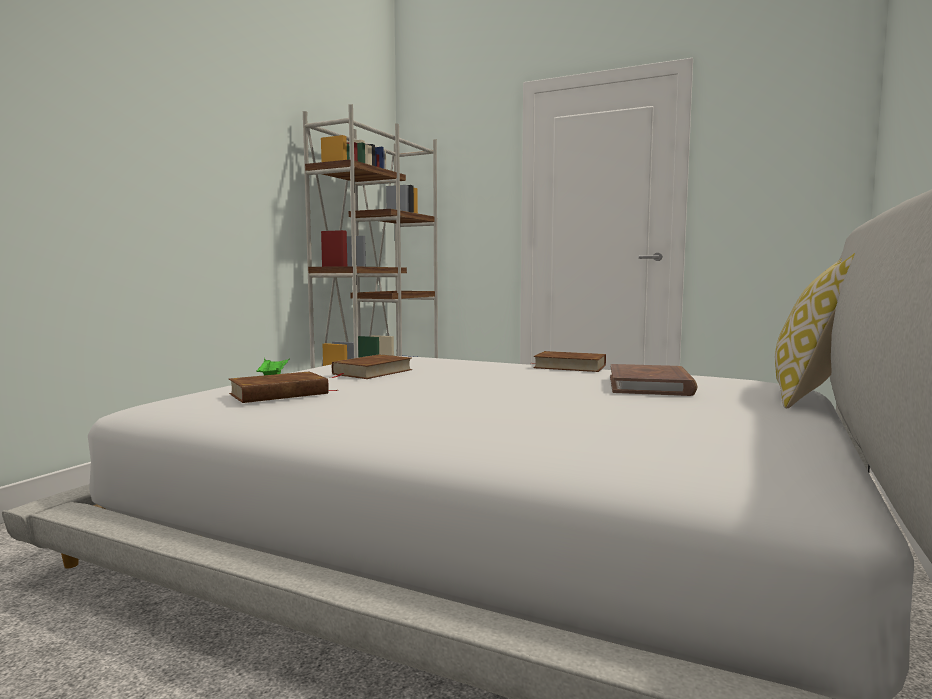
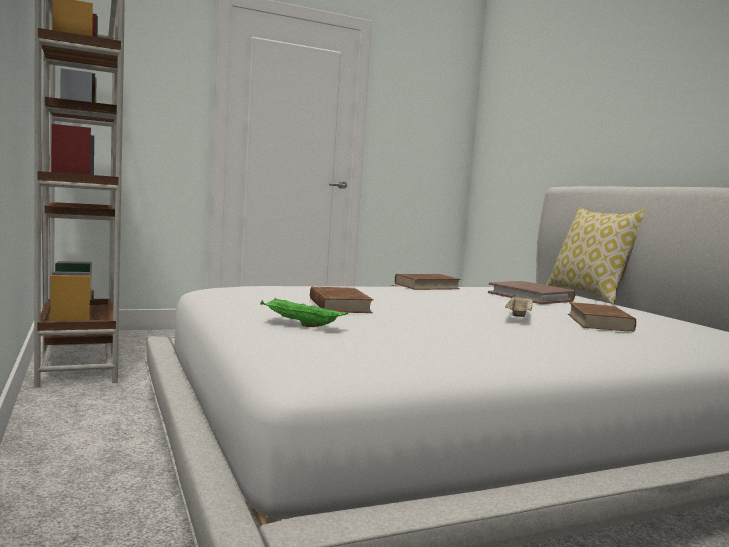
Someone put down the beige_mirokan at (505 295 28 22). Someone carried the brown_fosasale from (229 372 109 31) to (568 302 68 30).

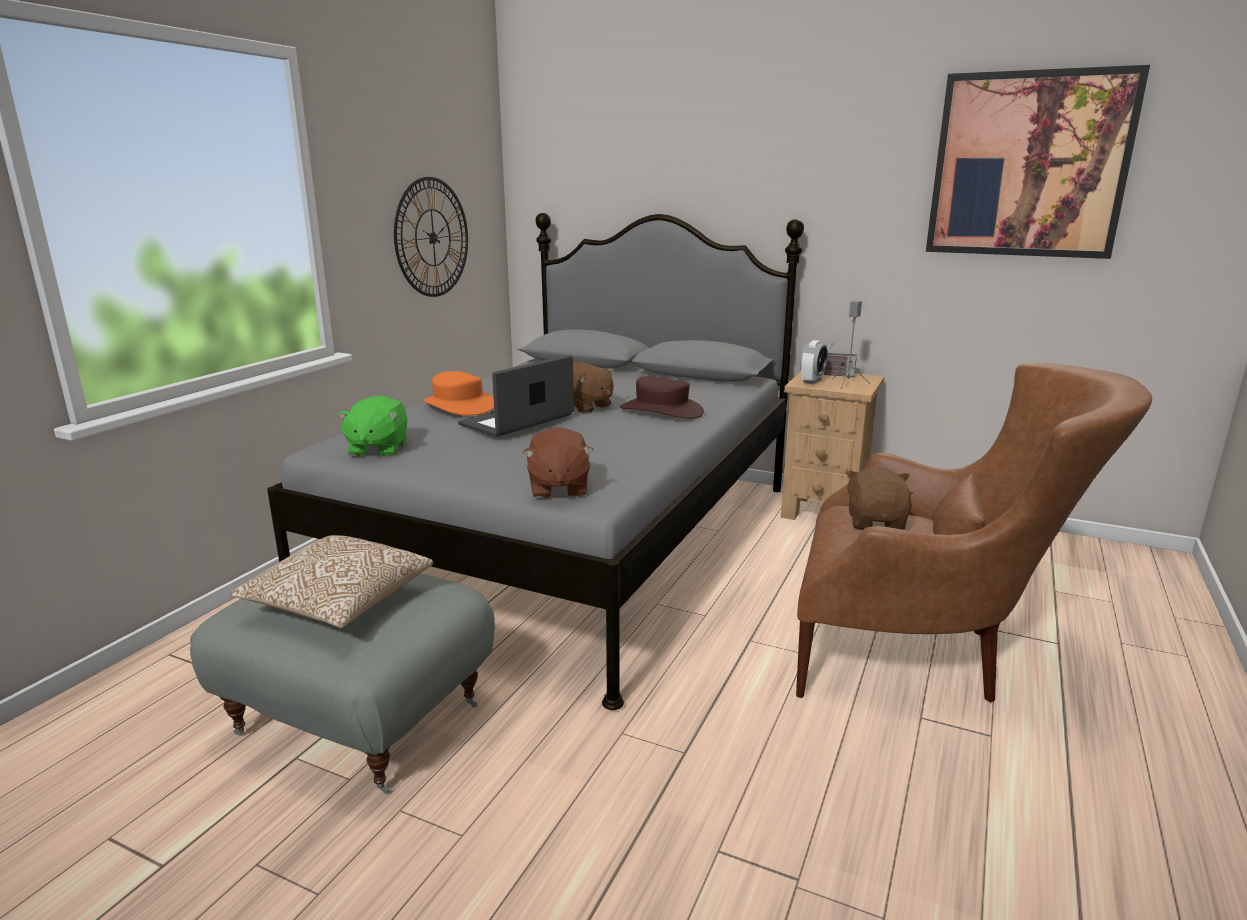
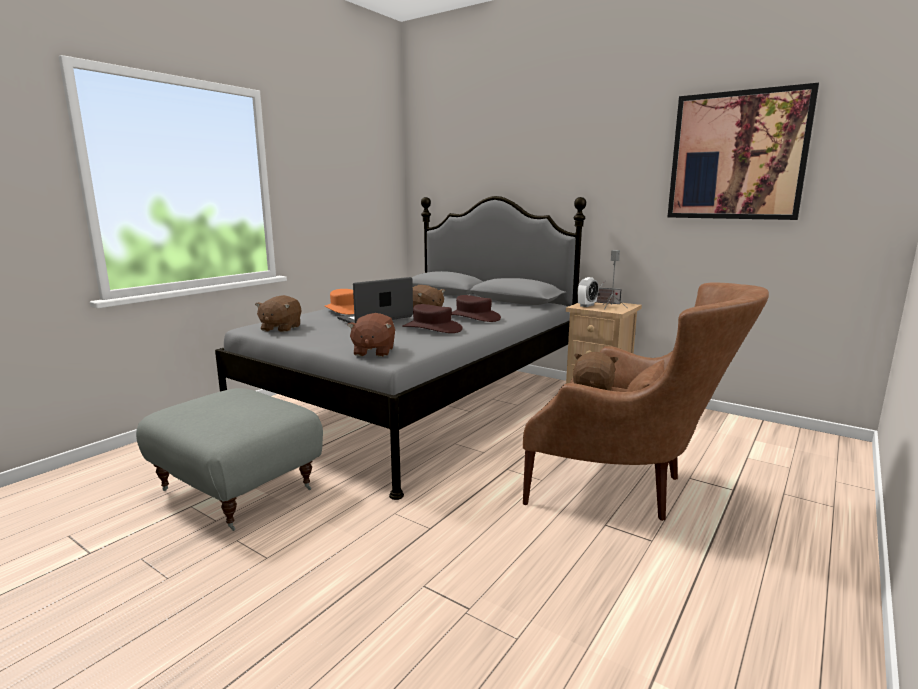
Someone repainted the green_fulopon at (337 395 71 62), which became the brown_fulopon at (255 295 46 37). Someone put down the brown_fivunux at (402 304 61 29). Someone took away the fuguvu at (230 535 203 93). Someone took away the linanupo at (394 177 74 120).

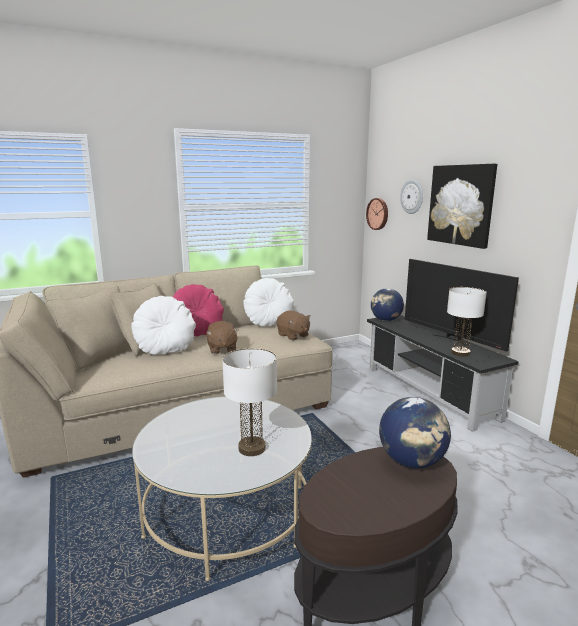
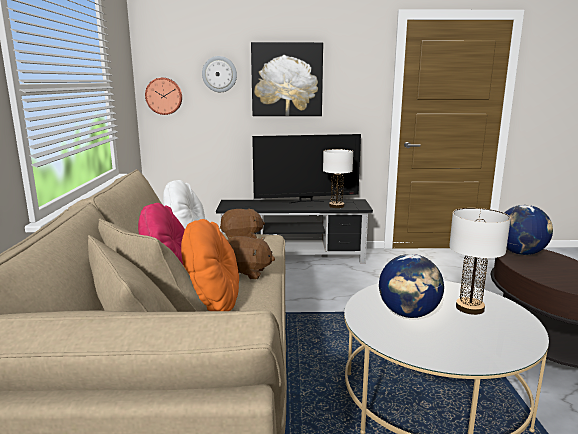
Someone repainted the white_fuguvu at (131 296 65 59), which became the orange_fuguvu at (181 219 58 92). Someone carried the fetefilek from (371 288 33 33) to (379 254 65 64).

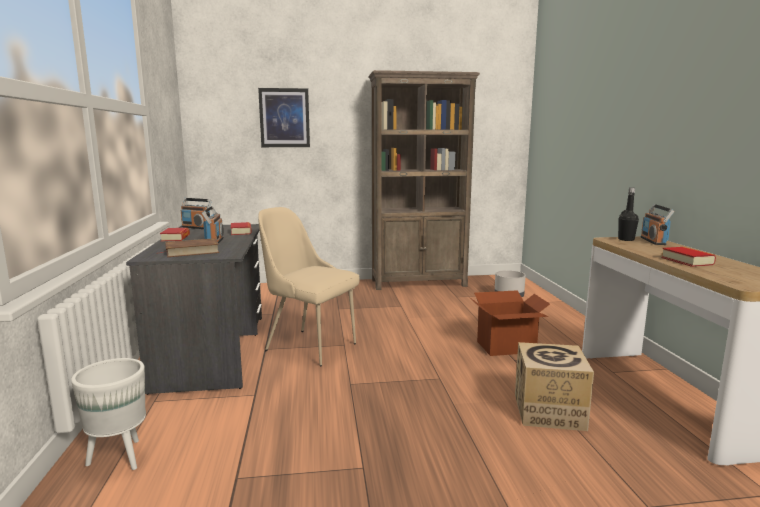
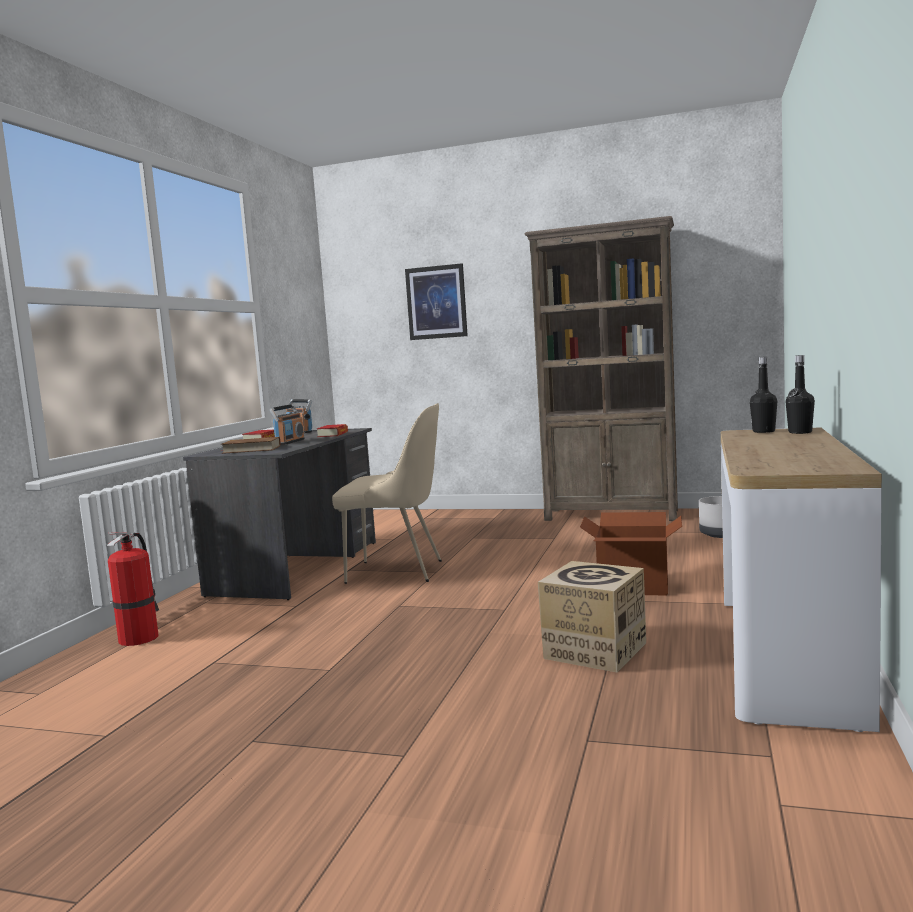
Someone swapped the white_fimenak at (71 358 75 112) for the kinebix at (107 532 52 114). Someone rotated the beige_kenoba at (258 207 102 160) by 135 degrees clockwise. Someone swapped the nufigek at (641 204 33 41) for the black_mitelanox at (786 355 29 79). Someone took away the fosasale at (661 247 55 20).

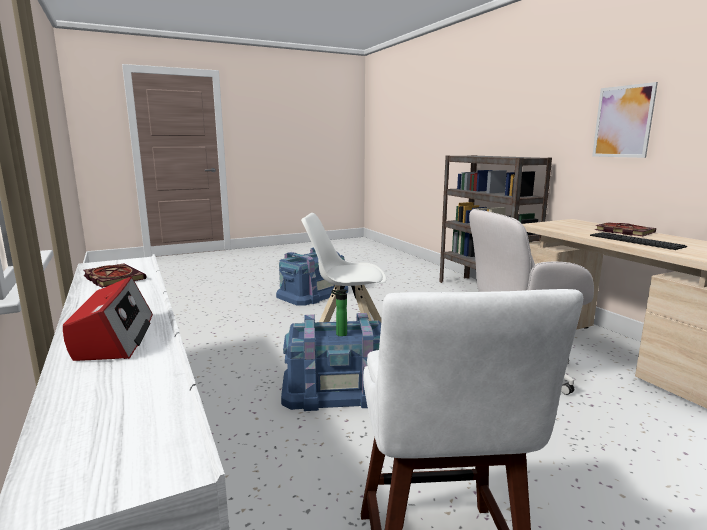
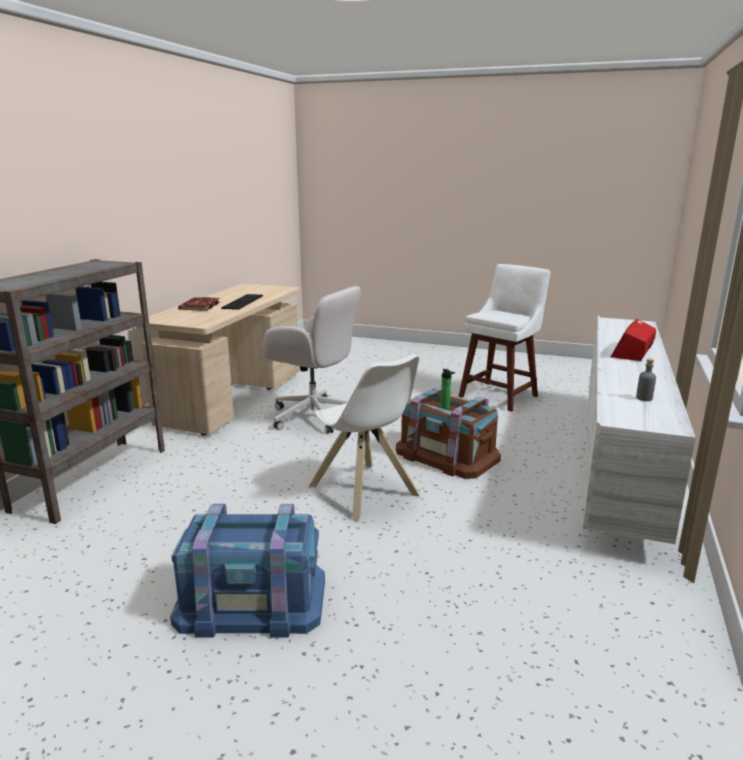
Someone repainted the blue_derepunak at (281 313 100 98), which became the brown_derepunak at (396 386 105 93). Someone swapped the fosasale at (83 263 64 25) for the grey_mitelanox at (636 359 20 42). Someone took away the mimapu at (592 82 66 76).

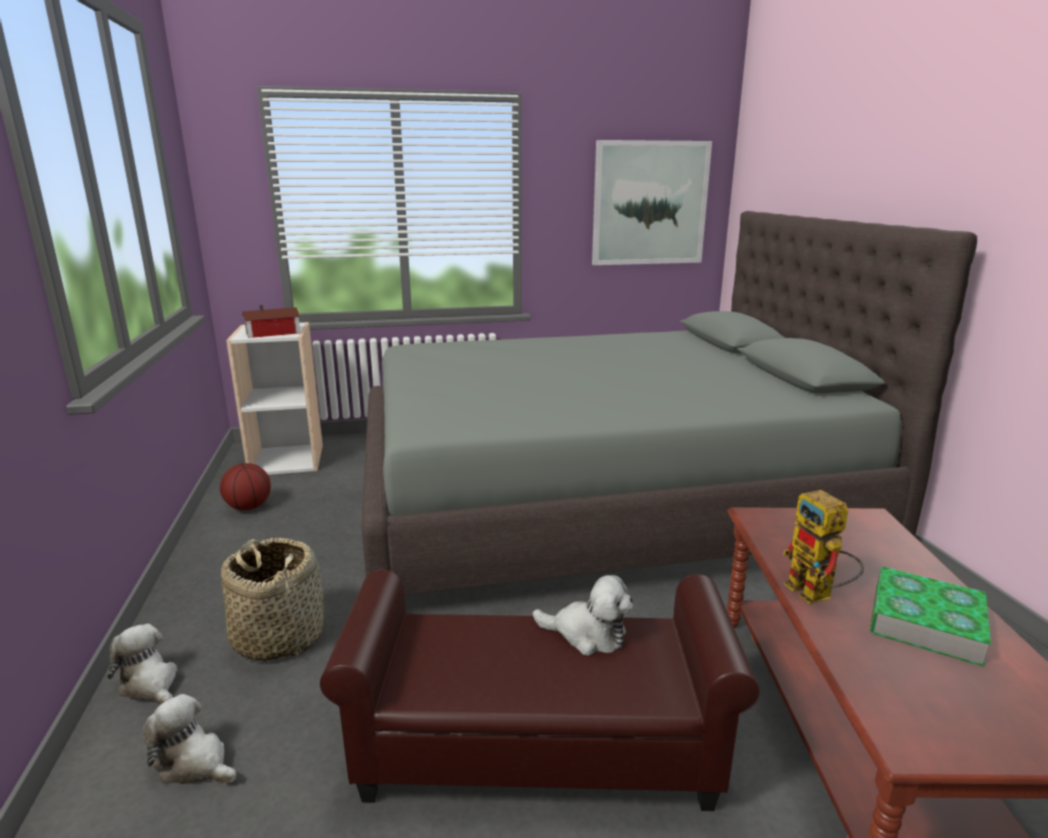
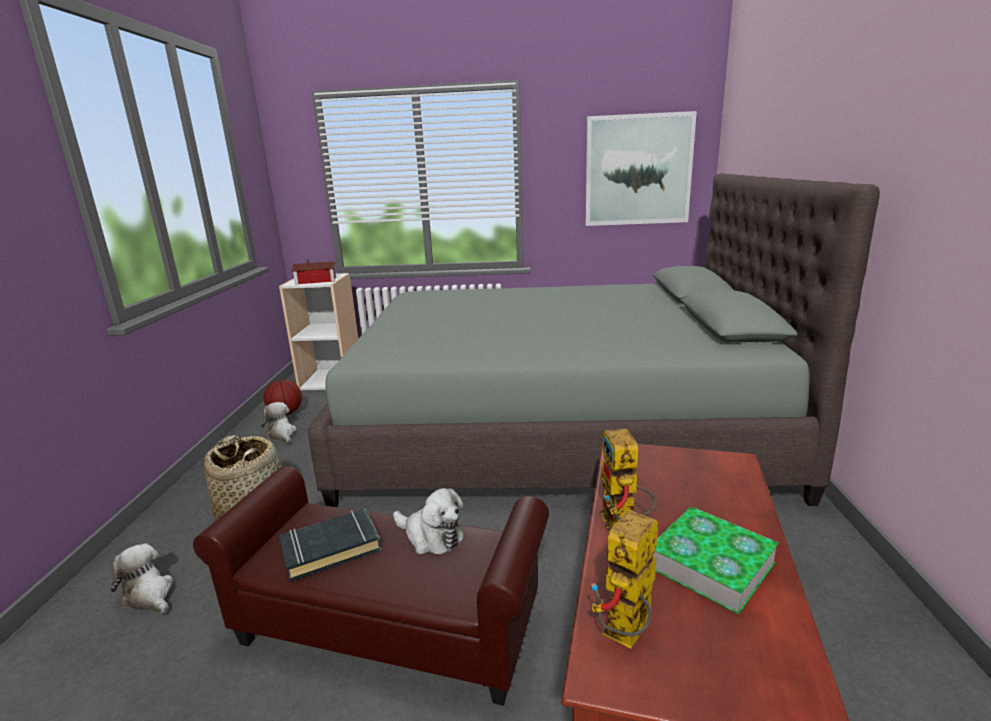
Someone carried the fulopon from (107 624 71 81) to (261 402 36 41). Someone put down the black_fosasale at (279 509 102 73). Someone put down the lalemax at (591 510 67 139).

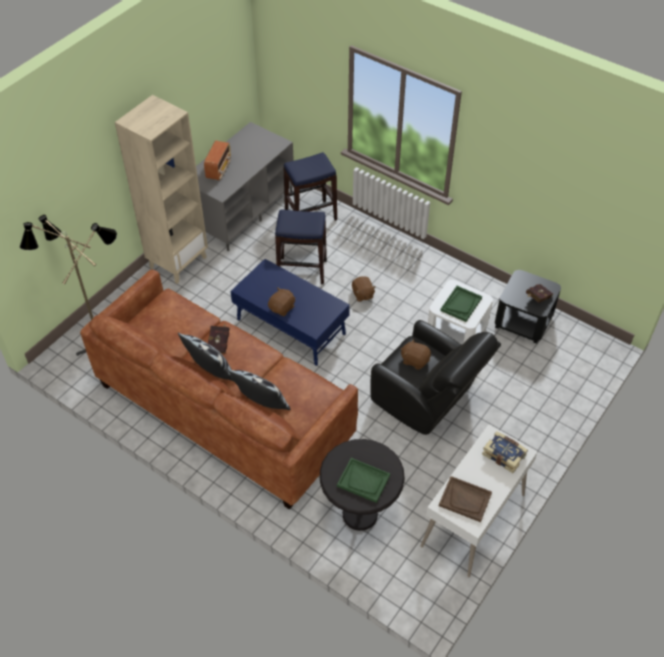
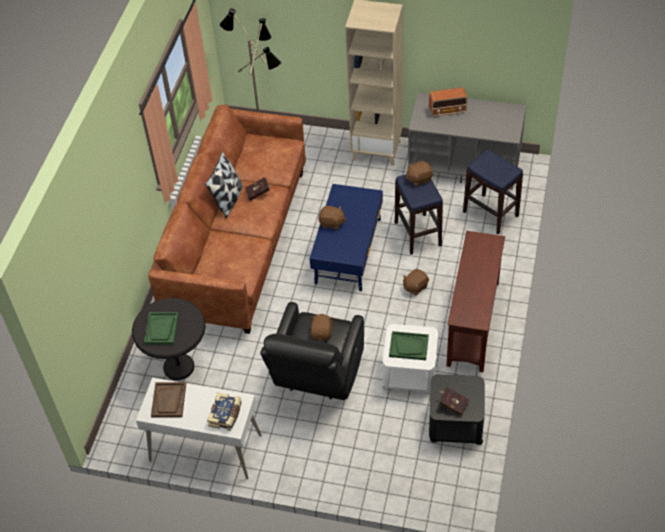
Someone put down the brown_fulopon at (406 161 27 26). Someone put down the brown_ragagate at (446 231 59 141). Someone took away the fuguvu at (228 369 62 41).

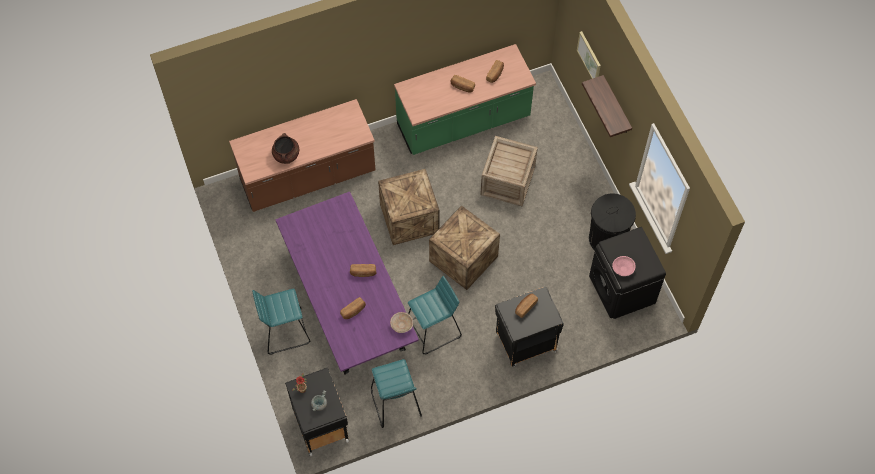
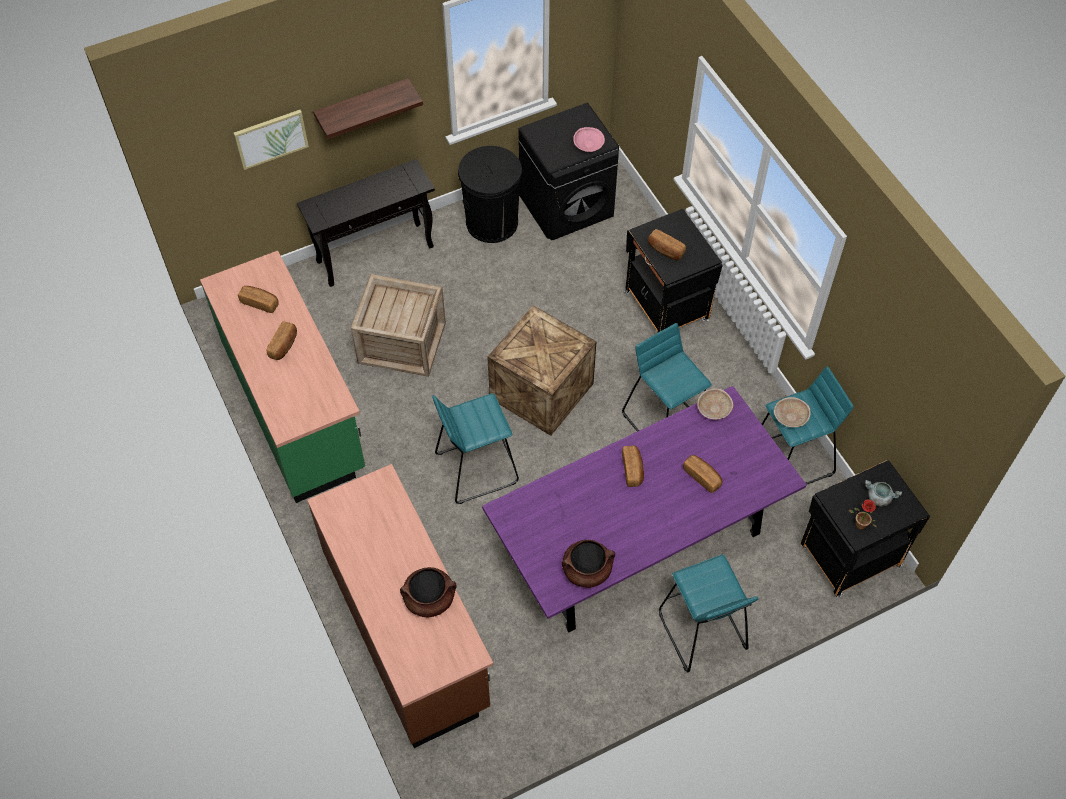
Someone put down the black_ragagate at (297 159 138 128). Someone swapped the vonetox at (378 169 62 76) for the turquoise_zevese at (432 393 87 111). Someone put down the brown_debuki at (562 540 53 48). Someone put down the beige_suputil at (774 397 37 30).

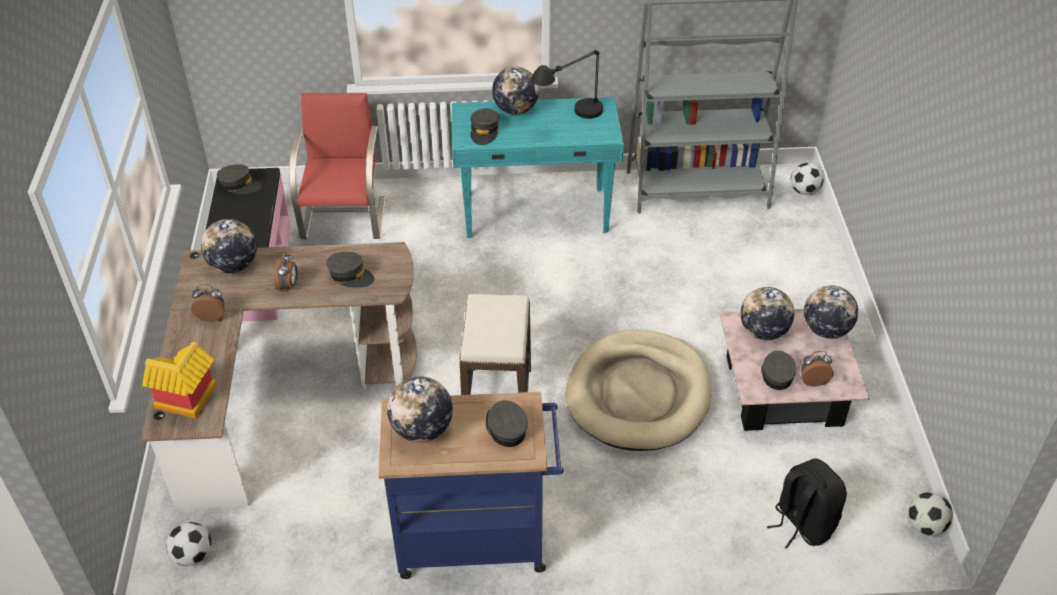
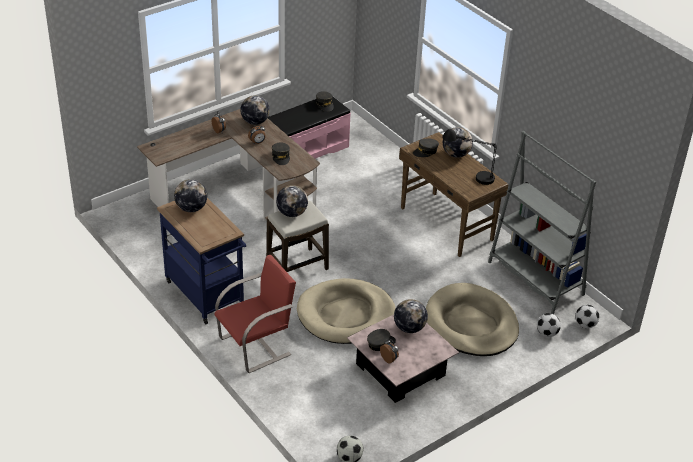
Someone carried the red_kenoba from (289 93 97 146) to (215 255 81 118). Someone carried the fetefilek from (804 285 54 53) to (276 185 32 32). Someone repainted the turquoise_ragagate at (452 97 172 141), which became the brown_ragagate at (399 132 109 125). Someone put down the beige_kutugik at (426 283 93 73). Someone carried the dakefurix from (166 522 45 44) to (537 313 24 24). Someone took away the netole at (142 342 75 76). Someone took away the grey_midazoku at (486 400 42 47). Someone took away the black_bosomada at (767 458 80 91).

